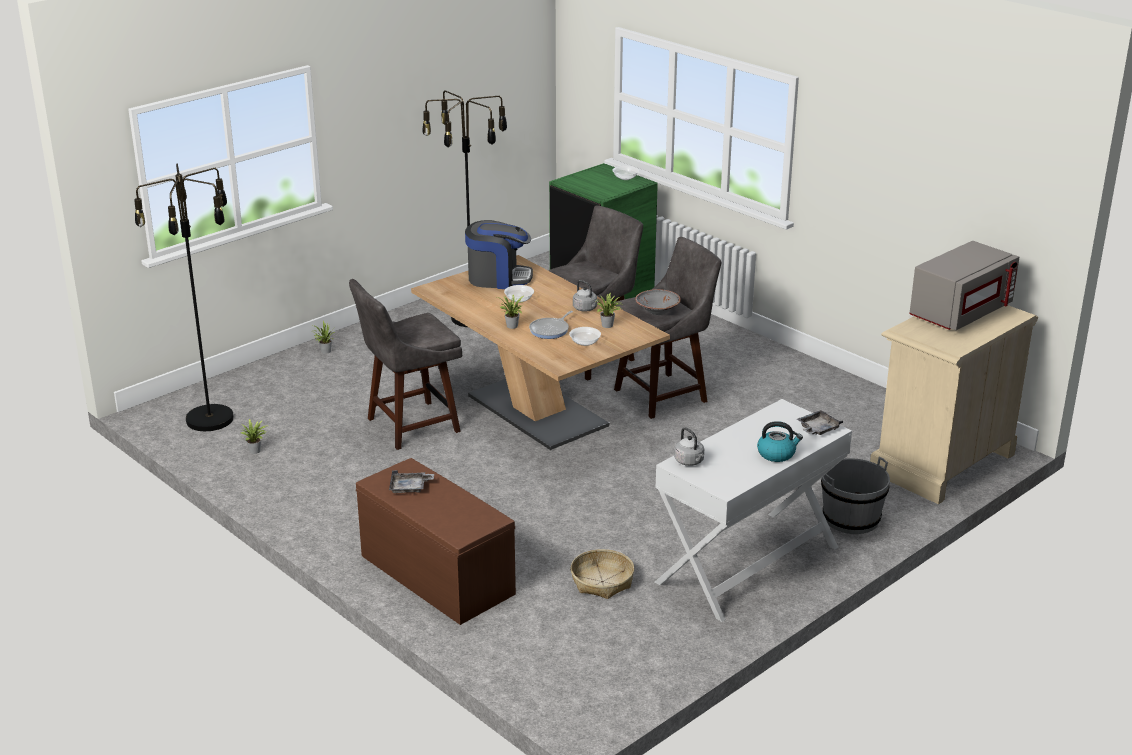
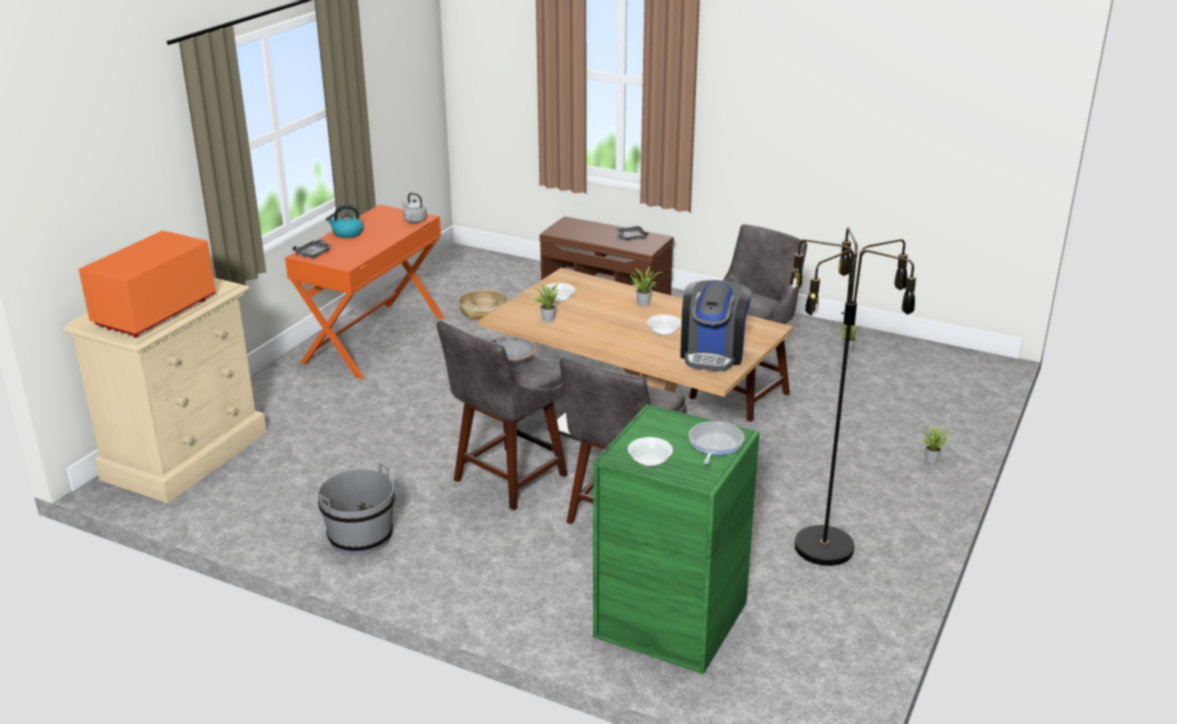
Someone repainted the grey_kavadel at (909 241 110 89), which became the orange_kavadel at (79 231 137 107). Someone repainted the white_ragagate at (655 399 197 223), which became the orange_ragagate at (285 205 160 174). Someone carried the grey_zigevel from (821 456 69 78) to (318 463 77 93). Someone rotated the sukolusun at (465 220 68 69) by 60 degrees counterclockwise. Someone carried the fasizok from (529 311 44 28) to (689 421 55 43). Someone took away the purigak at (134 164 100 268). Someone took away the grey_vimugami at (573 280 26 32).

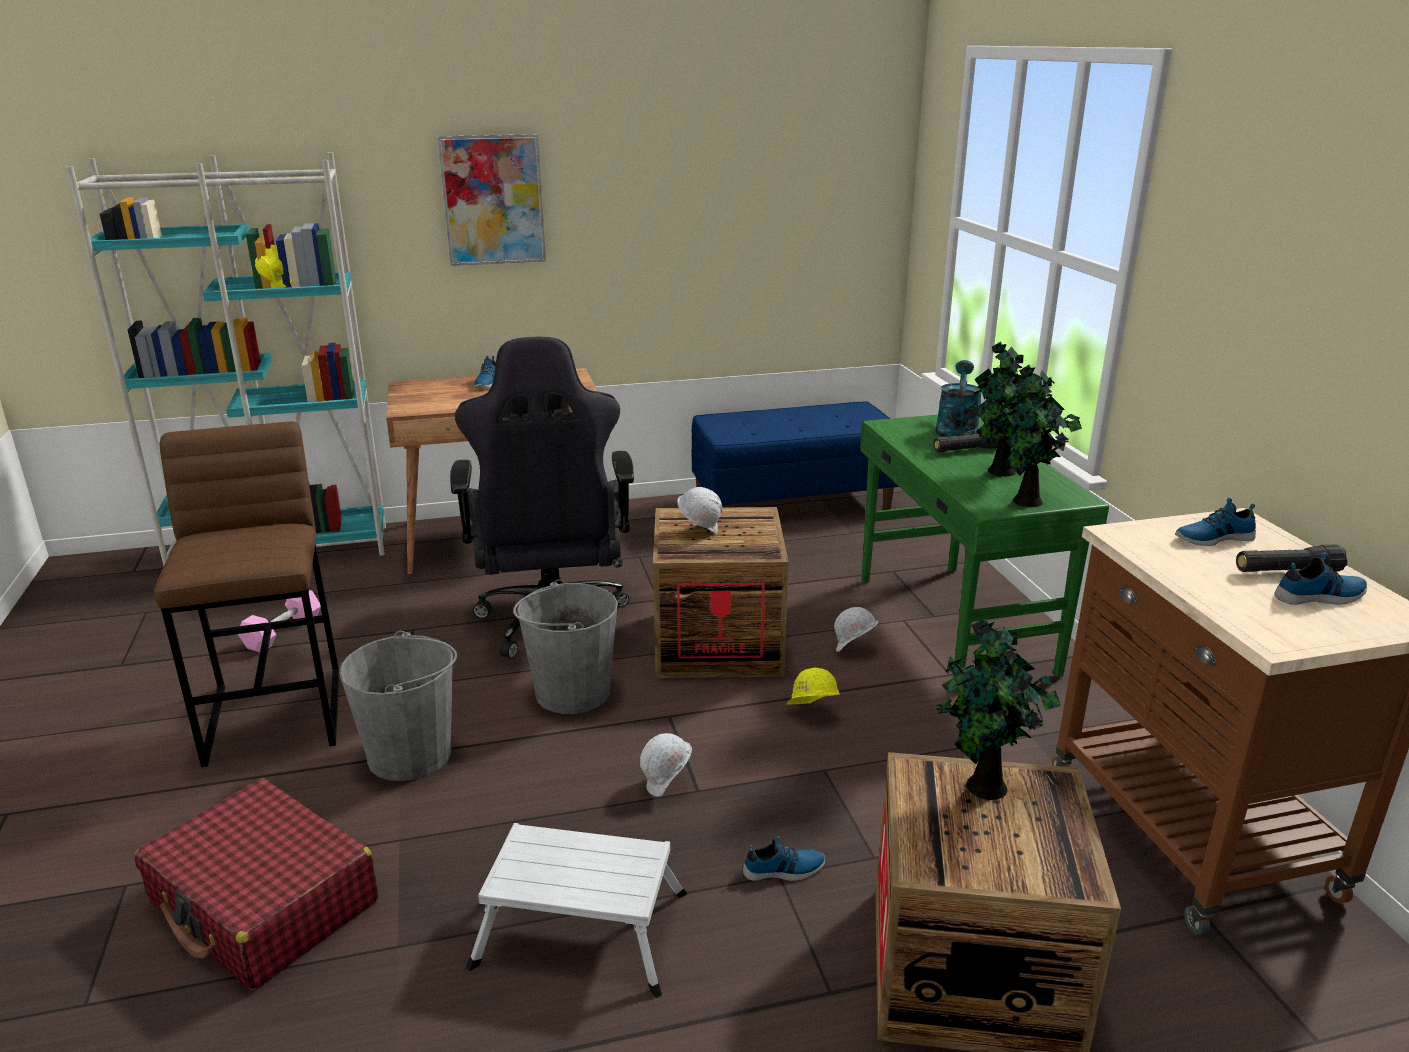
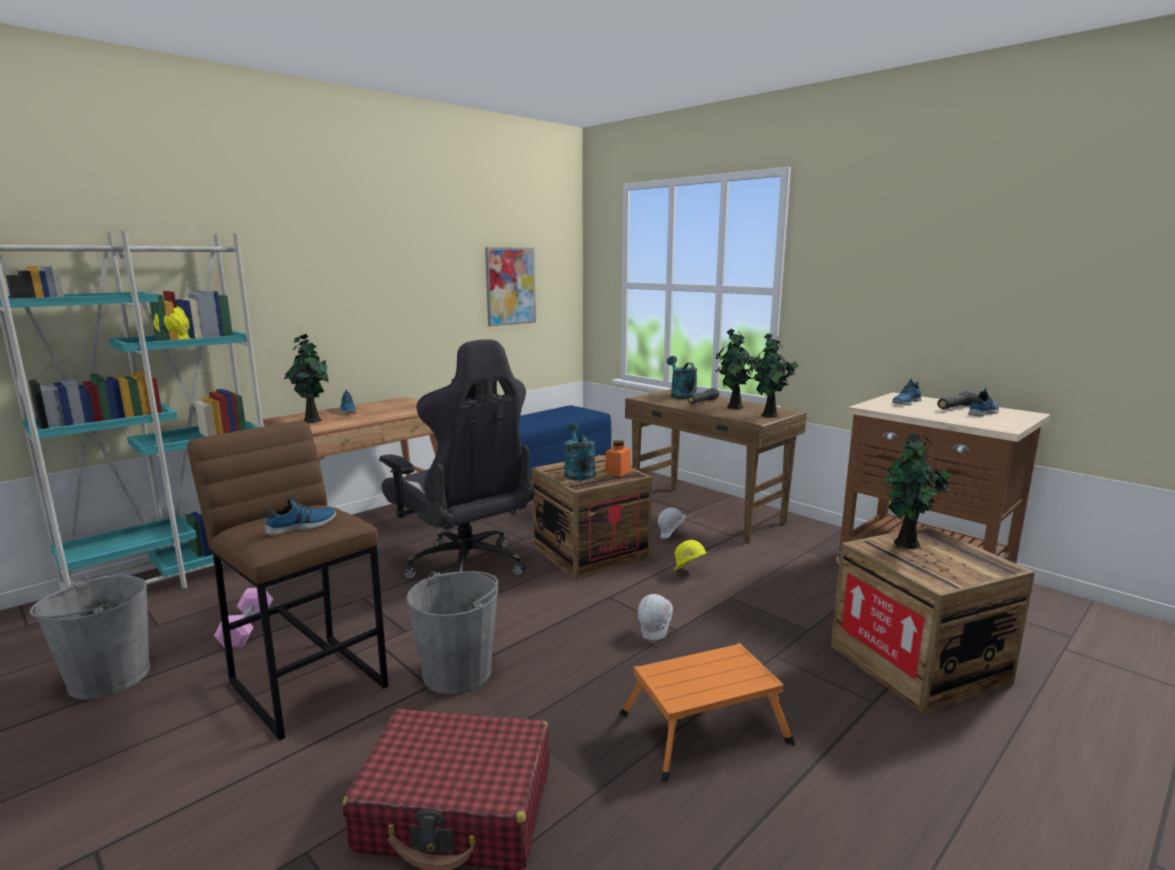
Someone carried the grey_zigevel from (513 579 105 135) to (30 575 120 125). Someone carried the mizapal from (743 836 82 45) to (265 494 71 42). Someone put down the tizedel at (283 334 45 89). Someone carried the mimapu from (438 134 108 132) to (485 247 51 79). Someone swapped the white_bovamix at (677 487 46 47) for the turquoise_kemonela at (564 423 32 58). Someone put down the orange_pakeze at (605 440 26 37). Someone repainted the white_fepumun at (466 823 222 175), which became the orange_fepumun at (619 643 176 140). Someone repainted the green_ragagate at (860 415 249 278), which became the brown_ragagate at (625 389 182 154).

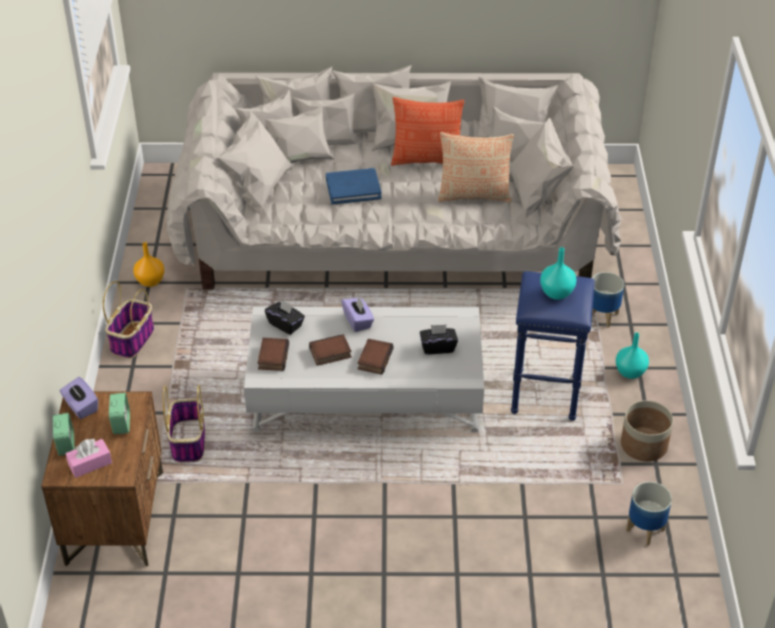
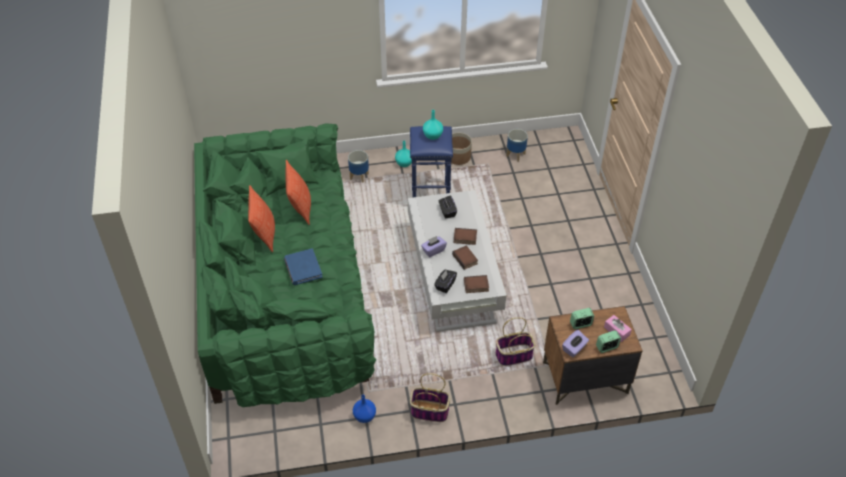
Someone repainted the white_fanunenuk at (167 65 454 225), which became the green_fanunenuk at (194 123 182 284). Someone repainted the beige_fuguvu at (438 132 76 71), which became the orange_fuguvu at (285 160 26 65). Someone repainted the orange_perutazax at (133 242 31 45), which became the blue_perutazax at (353 395 23 28).

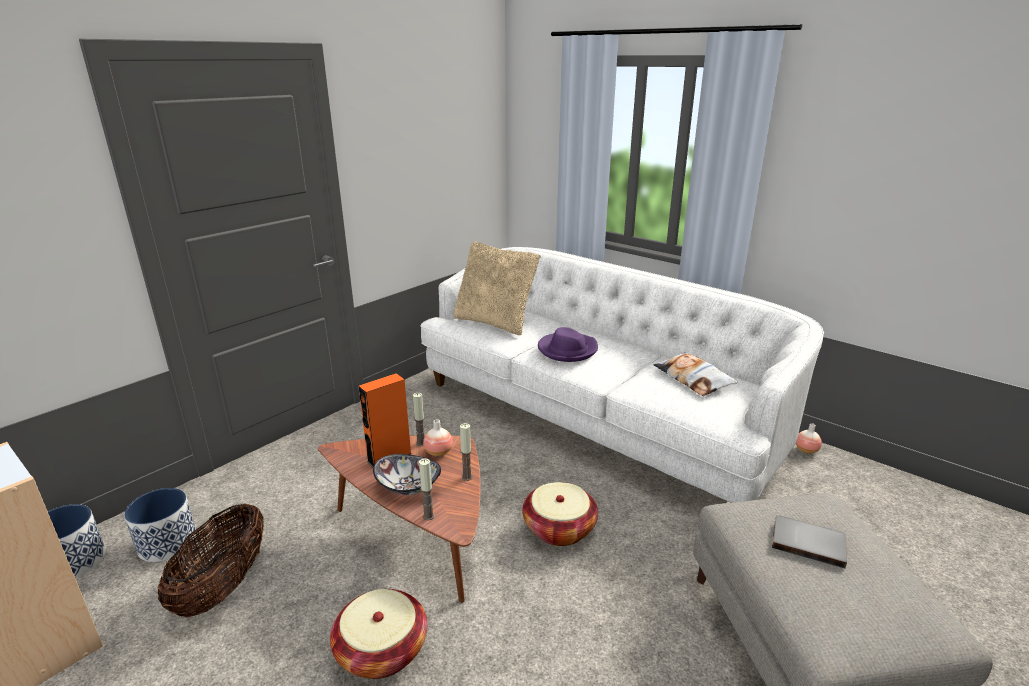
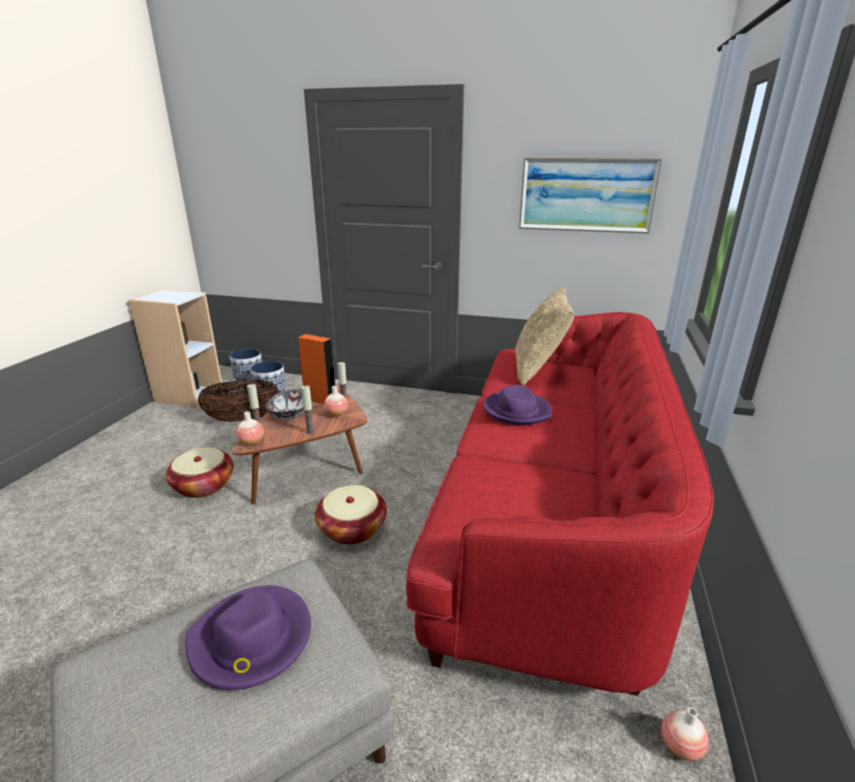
Someone swapped the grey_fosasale at (772 515 75 53) for the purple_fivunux at (186 585 125 105). Someone put down the perutazax at (236 411 28 34). Someone repainted the white_fanunenuk at (420 247 404 256), which became the red_fanunenuk at (406 312 308 384). Someone put up the mimapu at (519 158 144 76). Someone took away the fuguvu at (654 352 84 44).

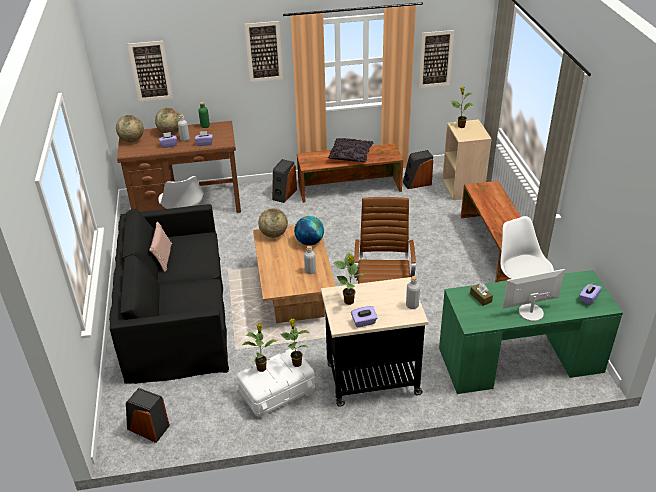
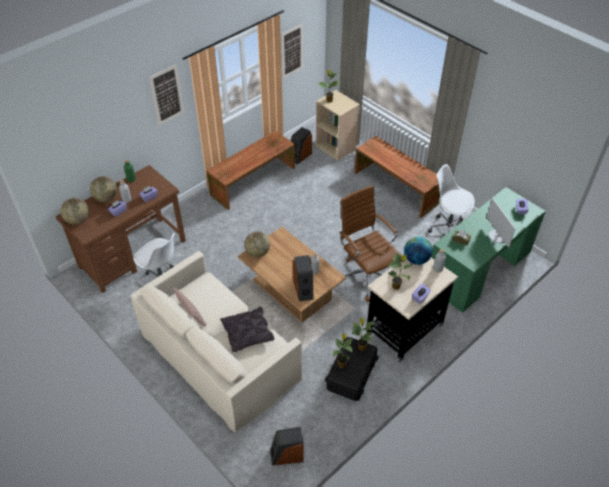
Someone repainted the black_fanunenuk at (109 204 120 180), which became the beige_fanunenuk at (130 251 173 181). Someone carried the black_fuguvu from (328 138 45 24) to (220 306 55 47). Someone carried the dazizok from (272 159 25 44) to (293 255 21 47). Someone repainted the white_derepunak at (237 348 78 71), which became the black_derepunak at (325 337 54 64). Someone carried the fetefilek from (294 216 30 30) to (404 236 29 29). Someone rotated the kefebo at (503 269 62 53) by 60 degrees counterclockwise. Someone took away the mimapu at (128 41 45 61).

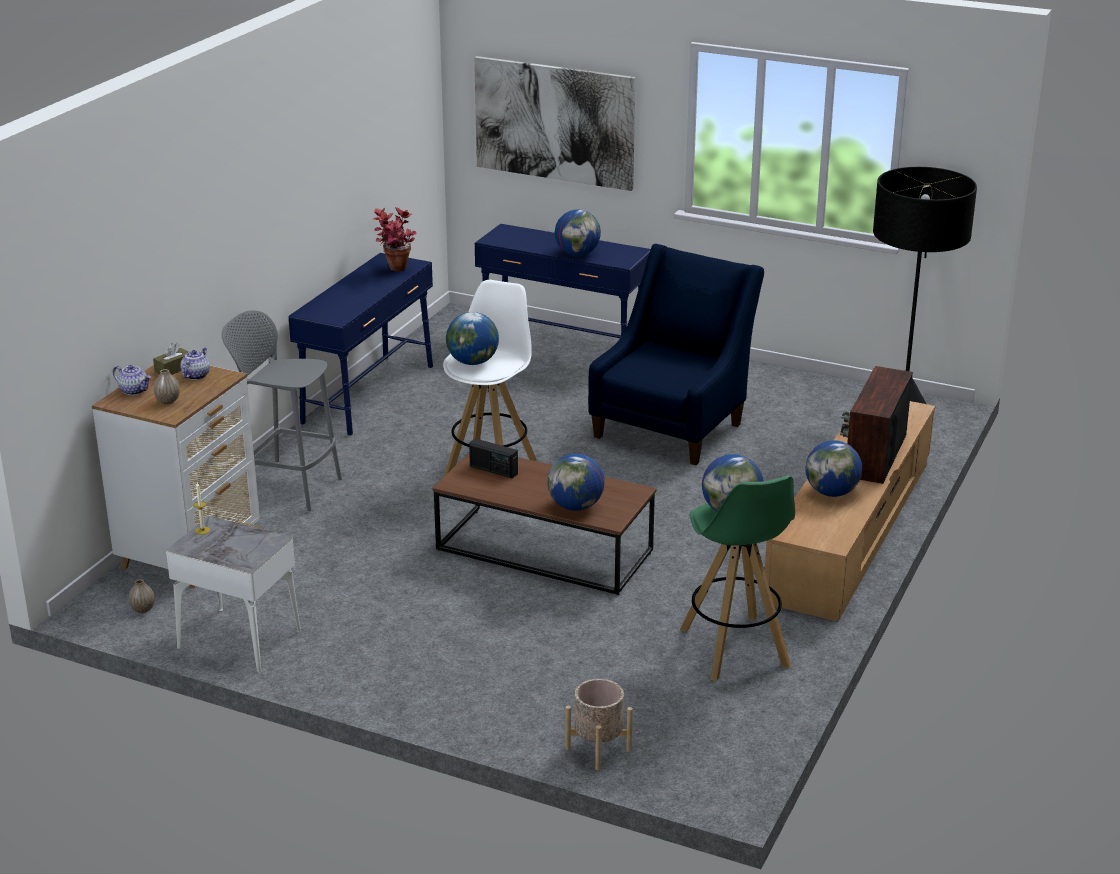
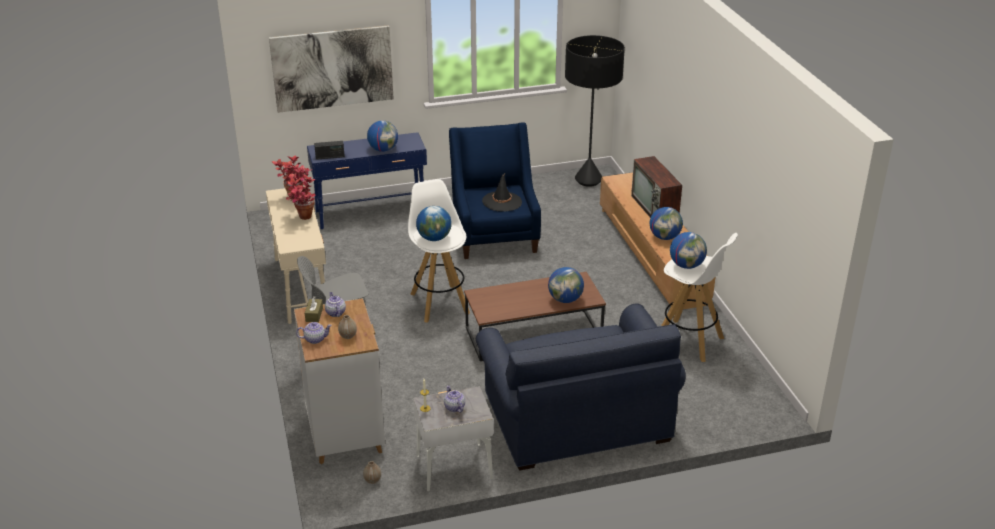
Someone repainted the blue_ragagate at (288 253 145 182), which became the beige_ragagate at (266 186 60 138). Someone put down the tizedel at (286 173 30 47). Someone carried the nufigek from (469 438 49 41) to (314 141 31 19). Someone put down the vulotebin at (444 385 21 28). Someone put down the blue_fanunenuk at (476 303 210 168). Someone put down the black_fivunux at (482 173 40 39). Someone repainted the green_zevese at (680 475 115 206), which became the white_zevese at (661 233 77 129). Someone took away the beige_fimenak at (566 679 67 91).

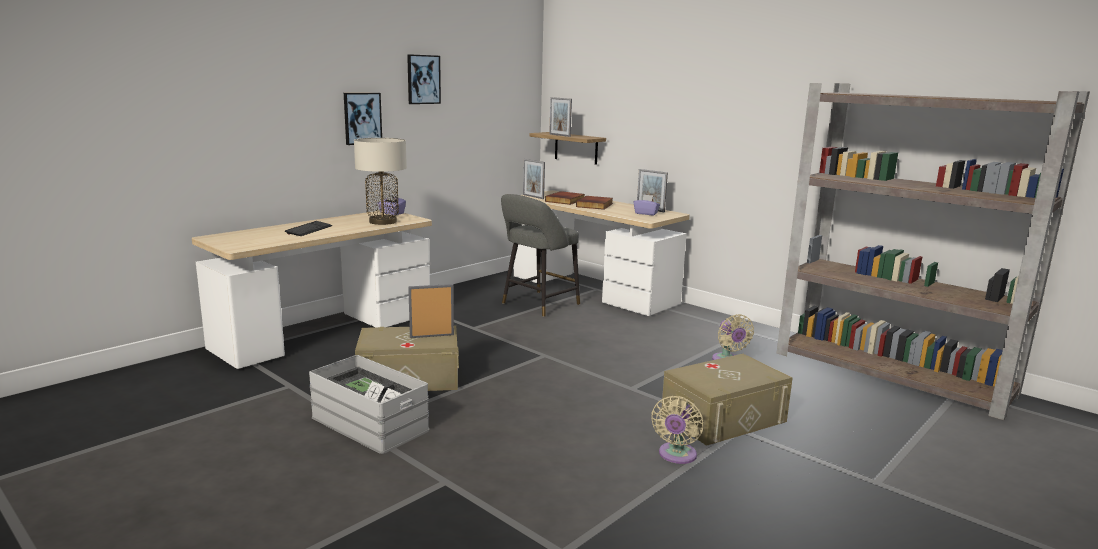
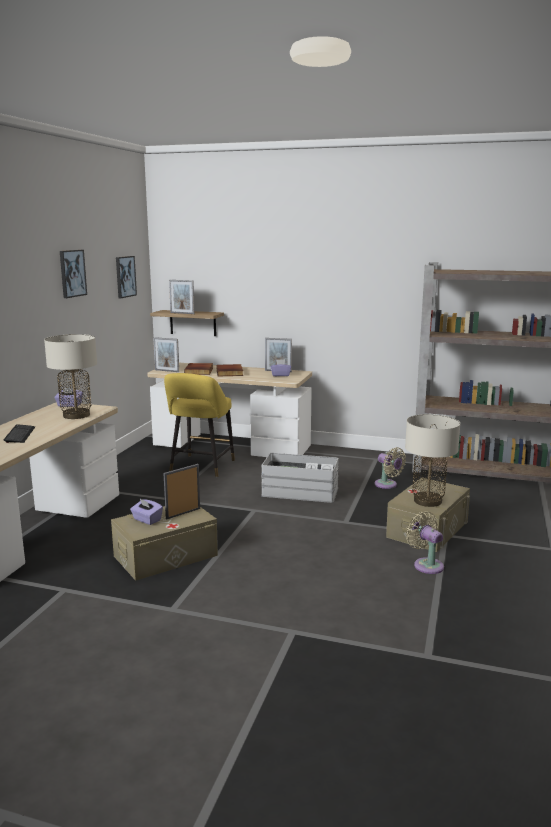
Someone carried the mimapu from (344 93 38 52) to (116 256 21 42). Someone put down the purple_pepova at (130 499 33 26). Someone repainted the grey_zevese at (501 194 79 123), which became the yellow_zevese at (164 373 71 104). Someone carried the grey_derepunak from (309 355 121 99) to (261 453 78 50). Someone put down the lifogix at (405 414 55 93). Someone rotated the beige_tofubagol at (651 396 53 68) by 150 degrees clockwise.

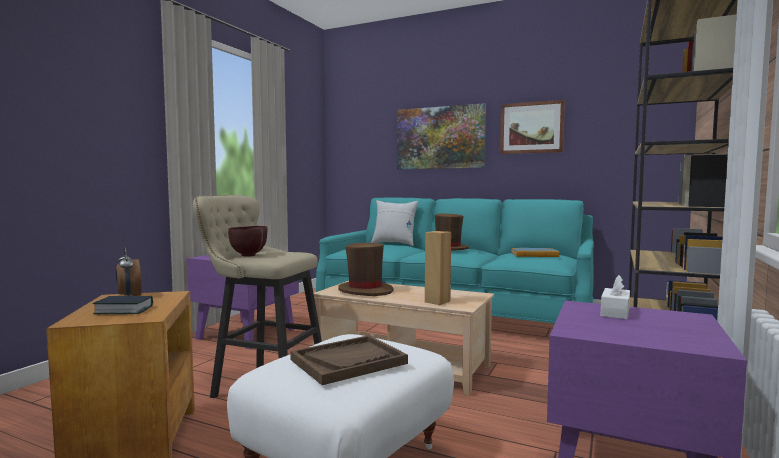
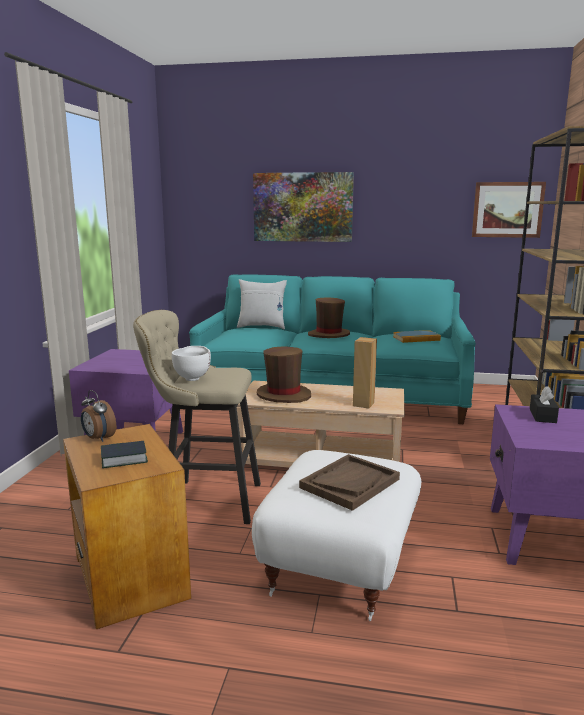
Someone repainted the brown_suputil at (228 226 40 31), which became the white_suputil at (172 346 39 35). Someone carried the mimapu from (500 100 65 54) to (472 182 74 56). Someone repainted the white_pepova at (600 275 30 44), which became the black_pepova at (530 386 29 37).

